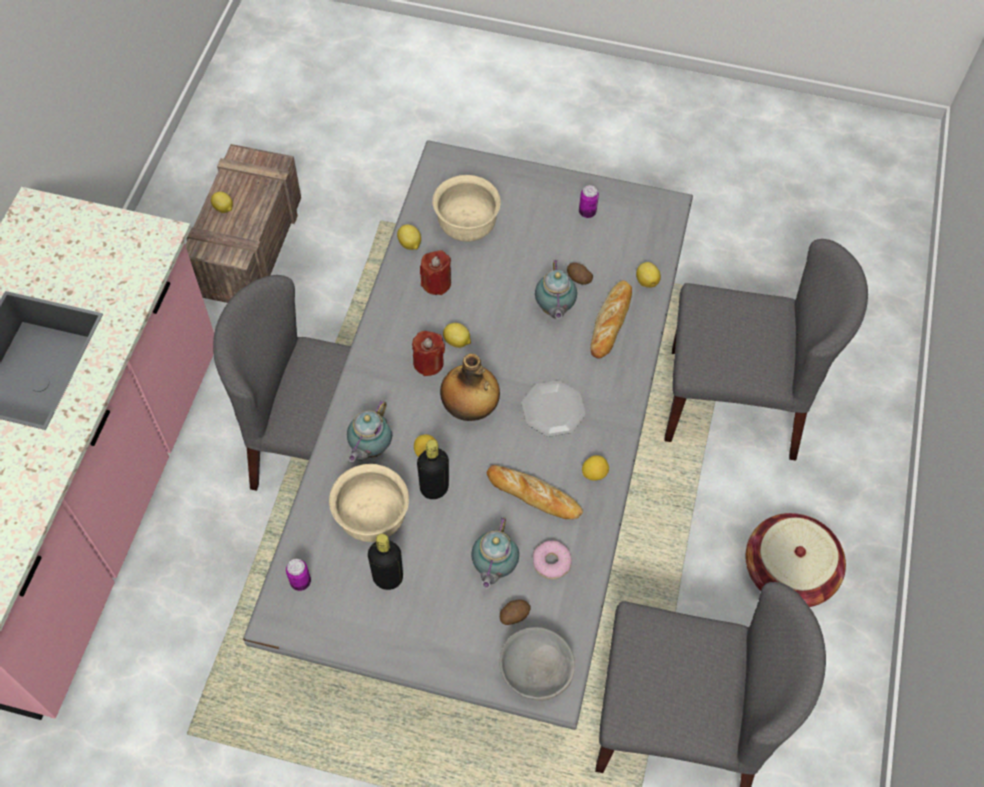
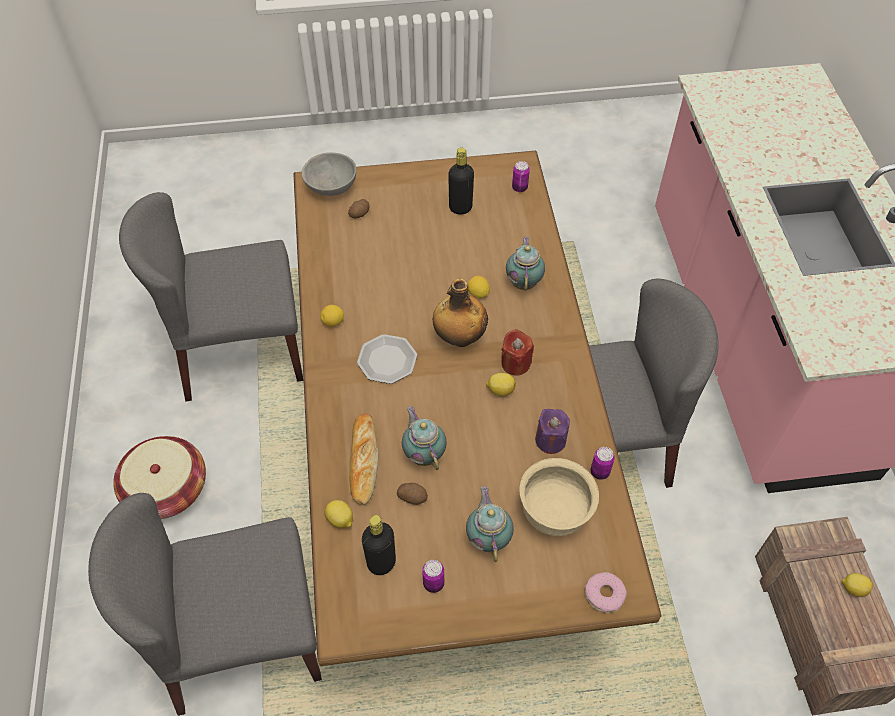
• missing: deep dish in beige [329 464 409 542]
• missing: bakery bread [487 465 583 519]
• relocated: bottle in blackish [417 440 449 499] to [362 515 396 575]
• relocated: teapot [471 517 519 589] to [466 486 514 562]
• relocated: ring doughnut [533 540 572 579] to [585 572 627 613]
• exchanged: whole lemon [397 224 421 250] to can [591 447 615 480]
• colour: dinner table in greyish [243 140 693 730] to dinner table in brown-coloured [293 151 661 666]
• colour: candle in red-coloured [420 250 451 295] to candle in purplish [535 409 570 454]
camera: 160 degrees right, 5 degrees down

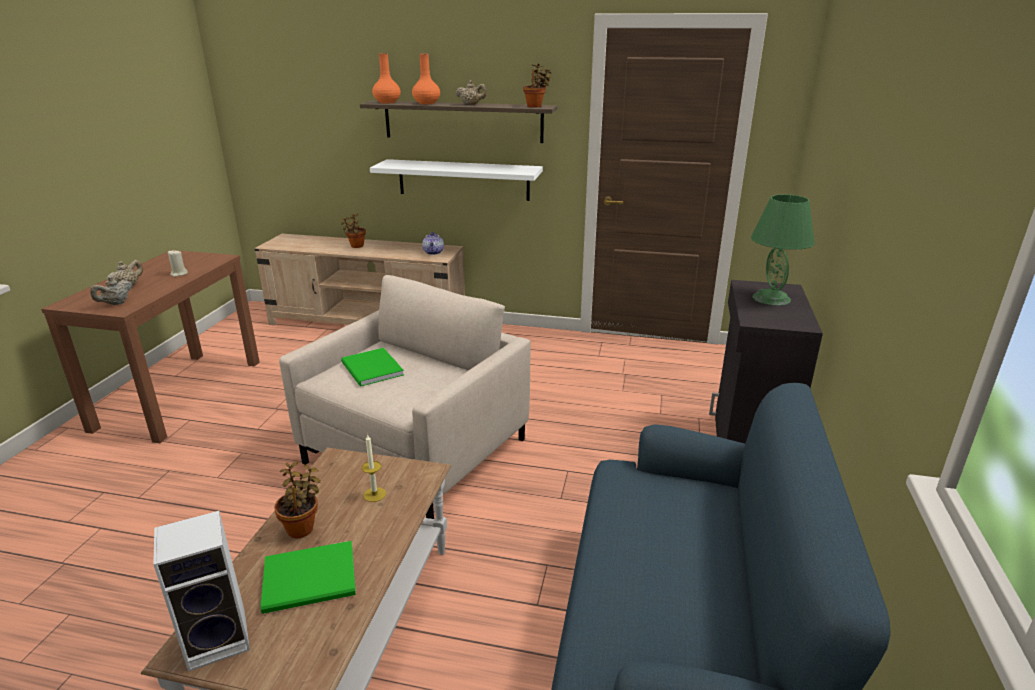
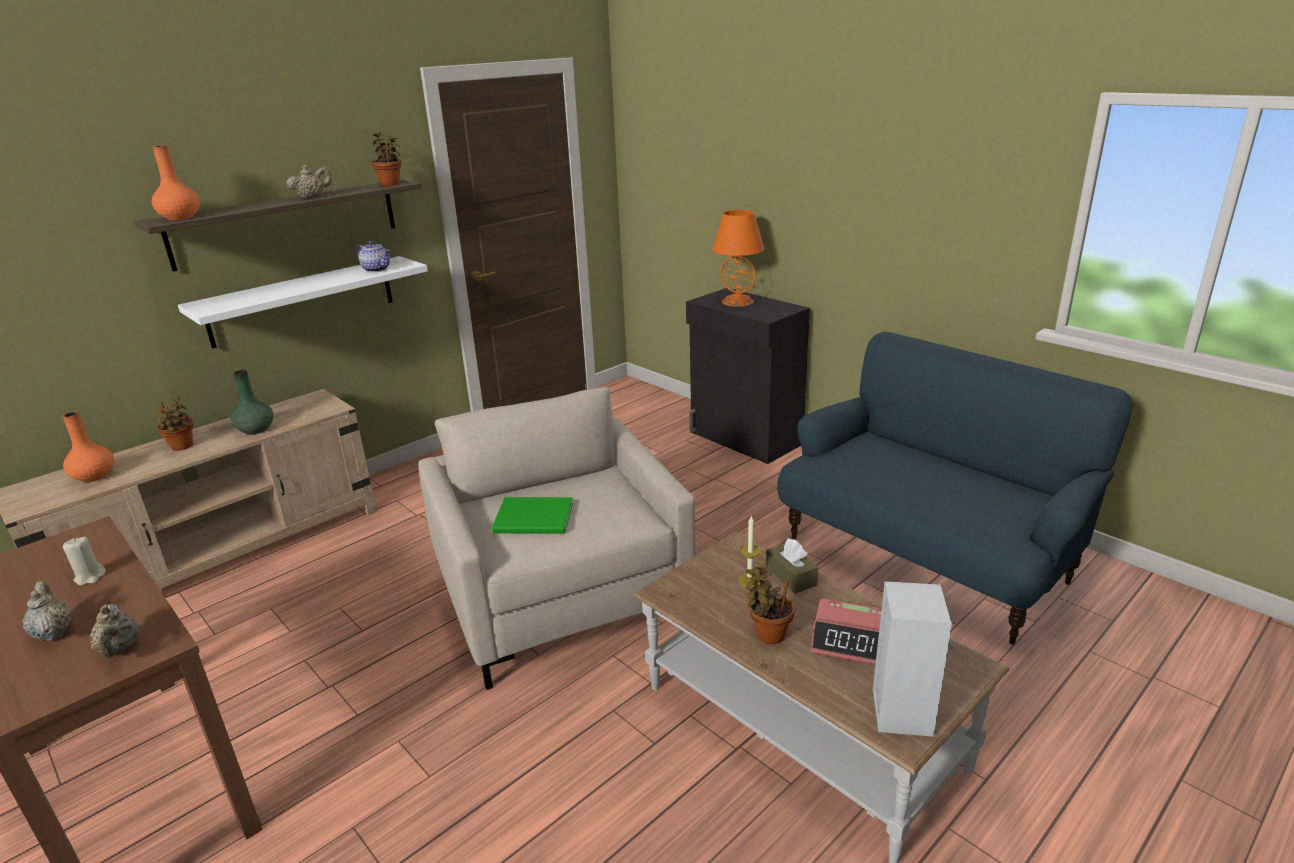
• appeared: flower vase in green [231 370 274 435]
• appeared: tissue box in brown-coloured [766 538 818 594]
• relocated: flower vase in orange-coloured [412 54 440 104] to [62 412 115 482]
• relocated: teapot [422 232 444 255] to [356 241 390 272]
• exchanged: book in green [261 541 356 614] to table clock [811 599 882 665]
• colour: tabletop lamp in green [751 194 815 306] to tabletop lamp in orange-coloured [712 210 764 307]
camera: 55 degrees left, 0 degrees up

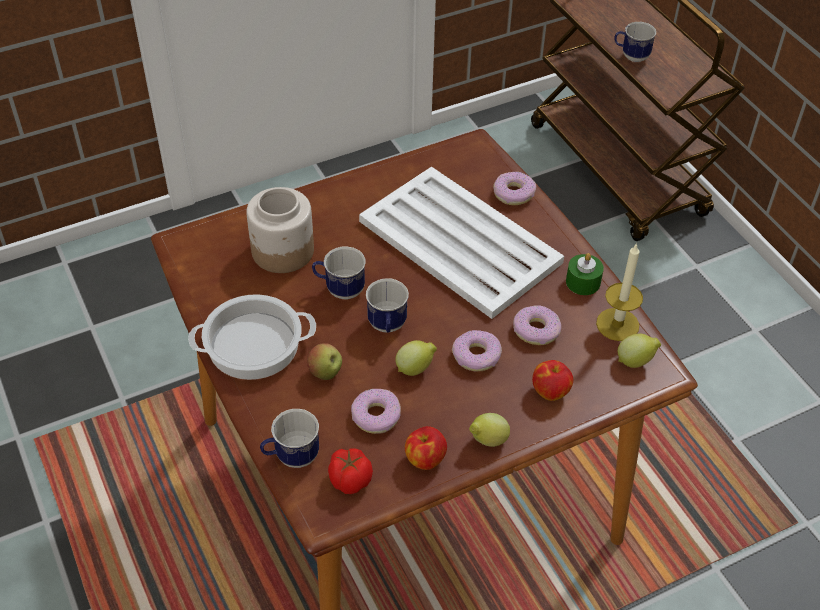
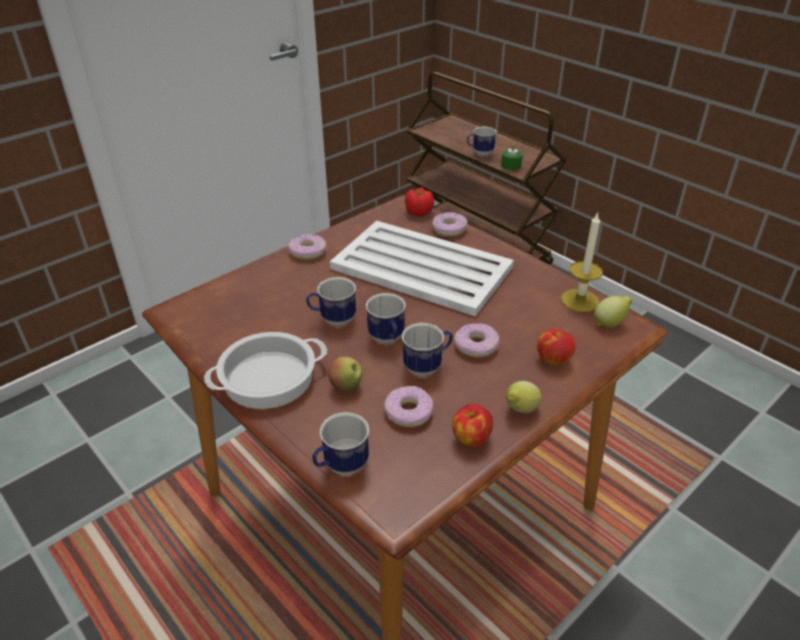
• missing: preserve jar [246 187 314 273]
• relocated: fresh tomato [328 449 373 494] to [405 187 434 216]
• relocated: ring doughnut [513 306 561 345] to [288 234 326 260]
• relocated: candle in green [566 253 604 295] to [501 143 523 170]
• exchanged: whole lemon [395 340 437 376] to mug [402 323 453 376]
camera: 15 degrees left, 10 degrees down

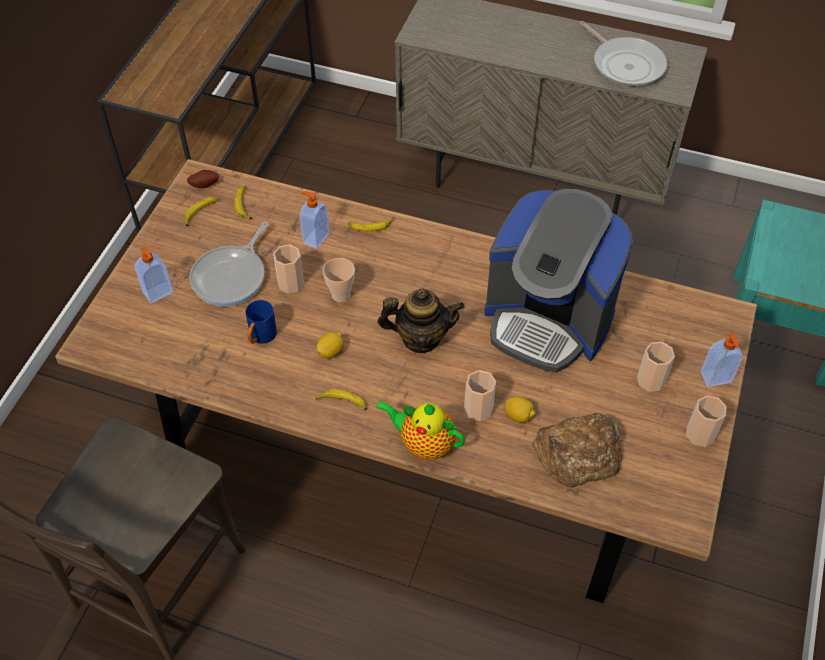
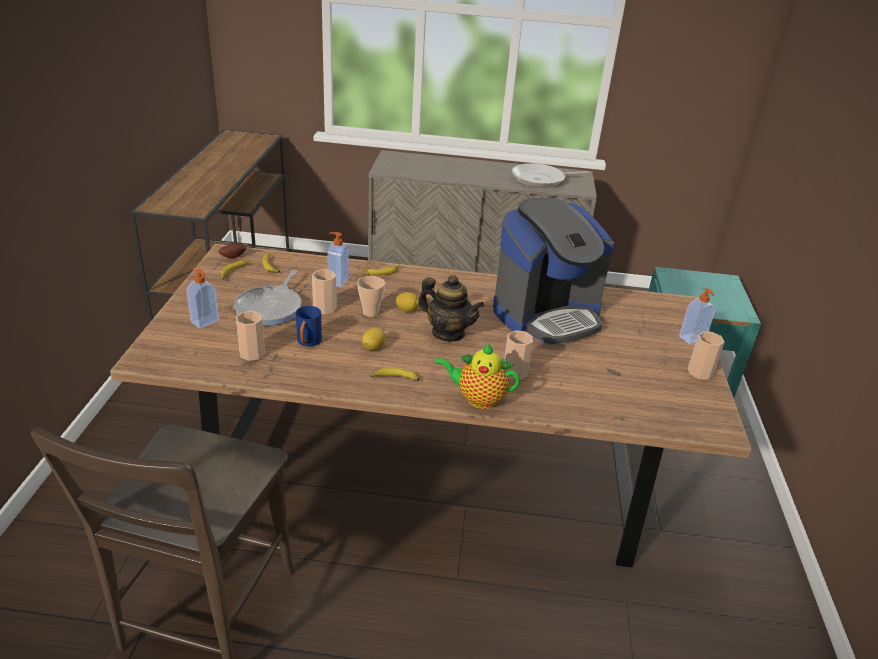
• missing: bakery bread [532 413 622 487]
• relocated: whole lemon [504 397 536 423] to [396 292 419 312]
• relocated: drinking cup [637 342 675 392] to [236 311 265 361]
• spun: teapot [378 289 465 353] = [418 275 484 341] 45 degrees clockwise
• spun: coffee maker [484 189 633 373] = [493 198 614 344] 45 degrees counterclockwise
• spun: pan [579 21 668 86] = [512 163 590 188] 120 degrees clockwise
camera: 15 degrees left, 20 degrees down

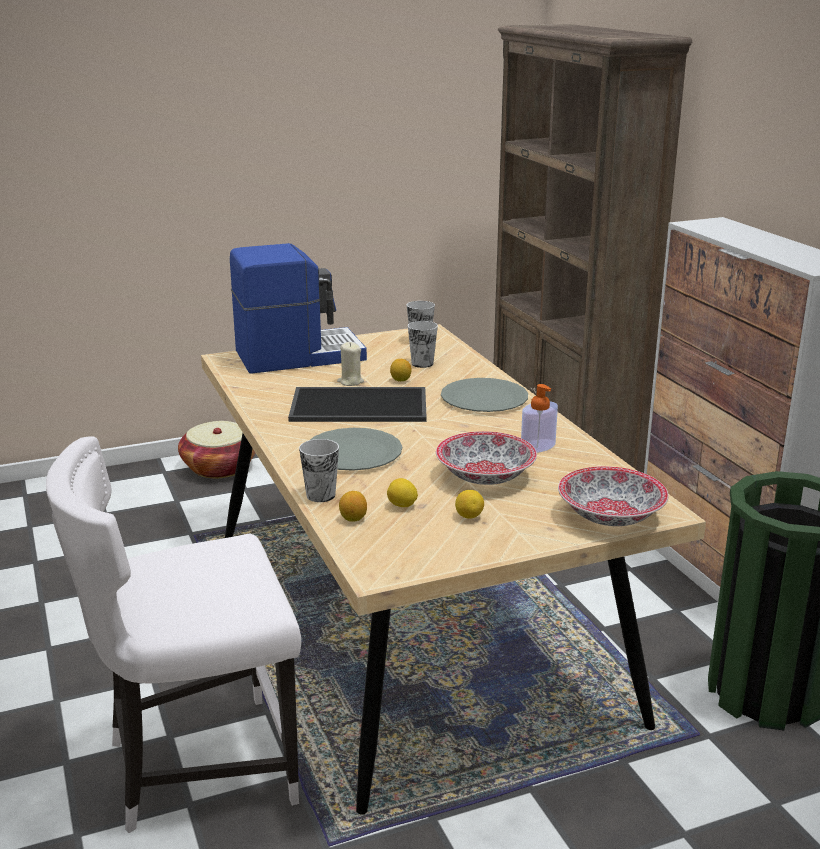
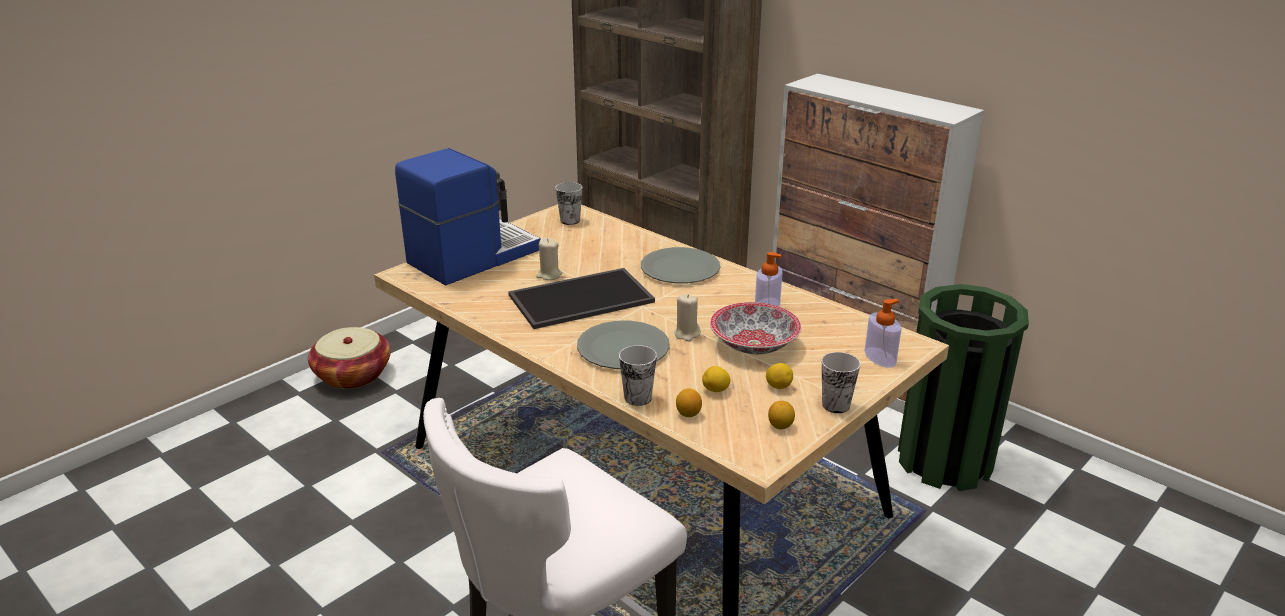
• appeared: candle in beige [674 294 700 341]
• relocated: whole lemon [390 359 412 381] to [768 401 795 430]
• relocated: drinking cup [408 321 438 368] to [822 352 861 413]
• exchanged: deep dish [558 466 668 526] to soap bottle [865 299 902 368]
camera: 25 degrees left, 5 degrees up

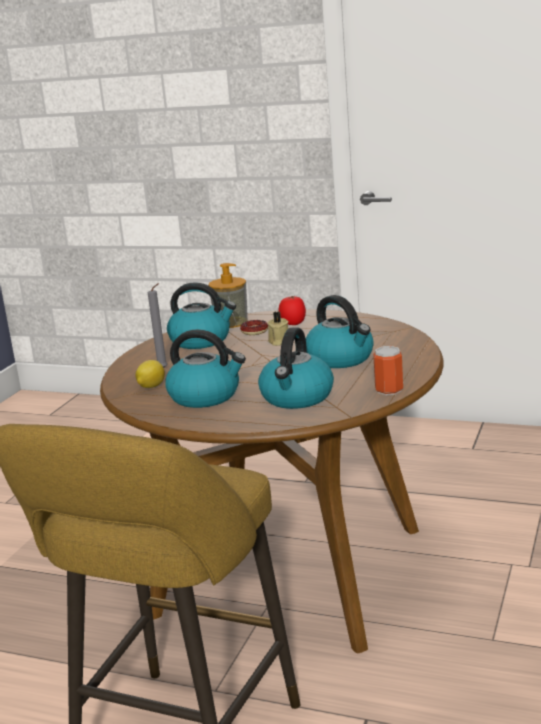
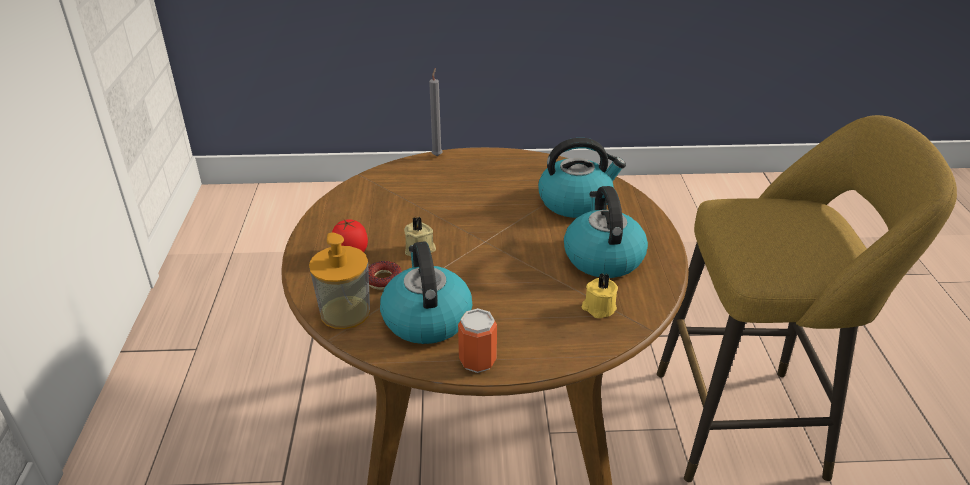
• missing: tea kettle [306 295 374 368]
• relocated: candle in greyish [148 283 167 368] to [429 68 442 156]
• relocated: can [373 346 403 395] to [458 308 497 373]
• exchanged: whole lemon [135 360 165 388] to candle in yellow [582 273 618 318]
camera: 115 degrees left, 15 degrees up

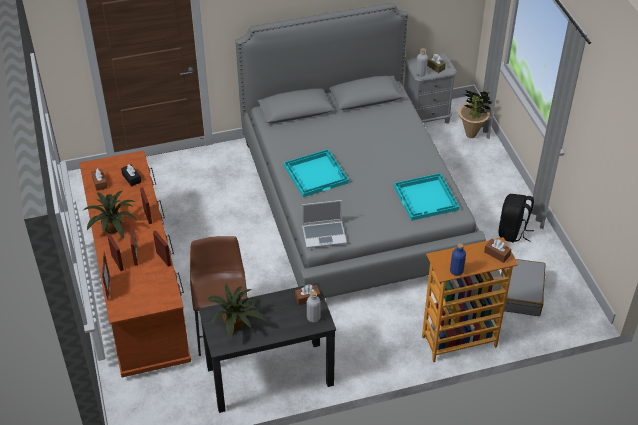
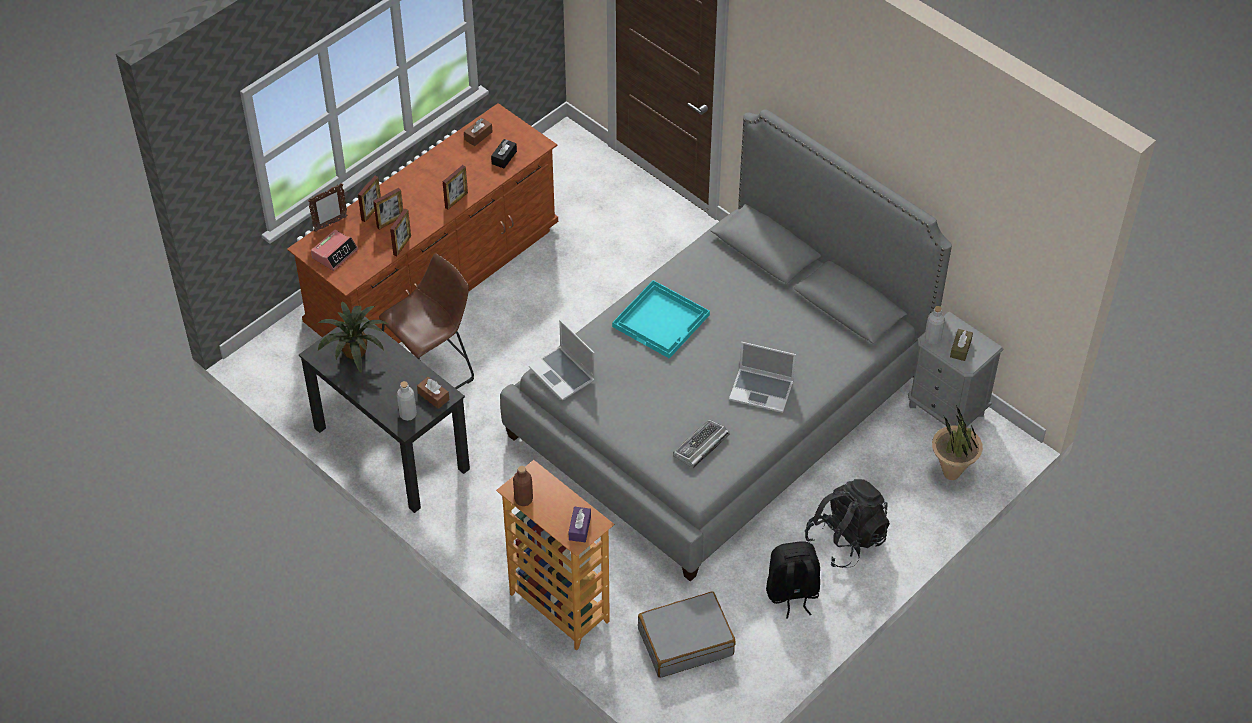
• missing: plant in a pot [82 191 137 239]
• appeared: table clock [311 230 358 271]
• appeared: portable computer [729 342 796 413]
• appeared: backpack in blackish [805 479 890 568]
• exchanged: carrying tray in turquoise [394 173 459 221] to keyboard [673 419 729 468]
• colour: bottle in blue [450 243 466 276] to bottle in brown-coloured [513 466 533 506]
• colour: tissue box in brown-coloured [484 239 511 263] to tissue box in purplish [569 507 591 542]
camera: 60 degrees right, 5 degrees up

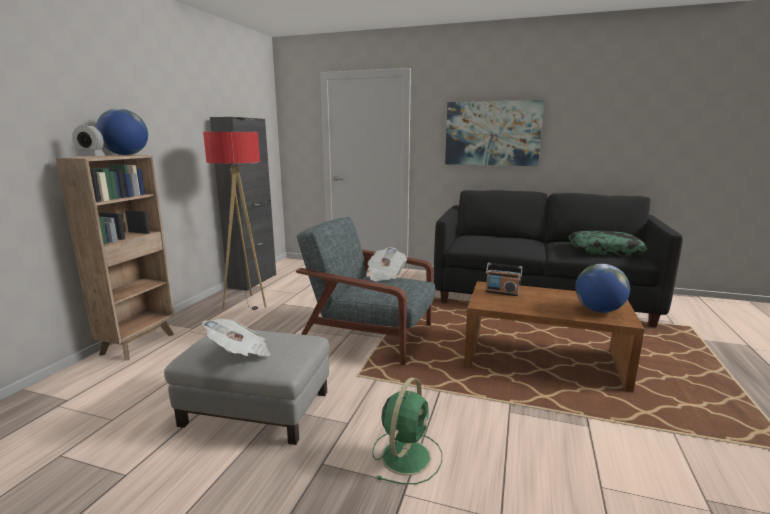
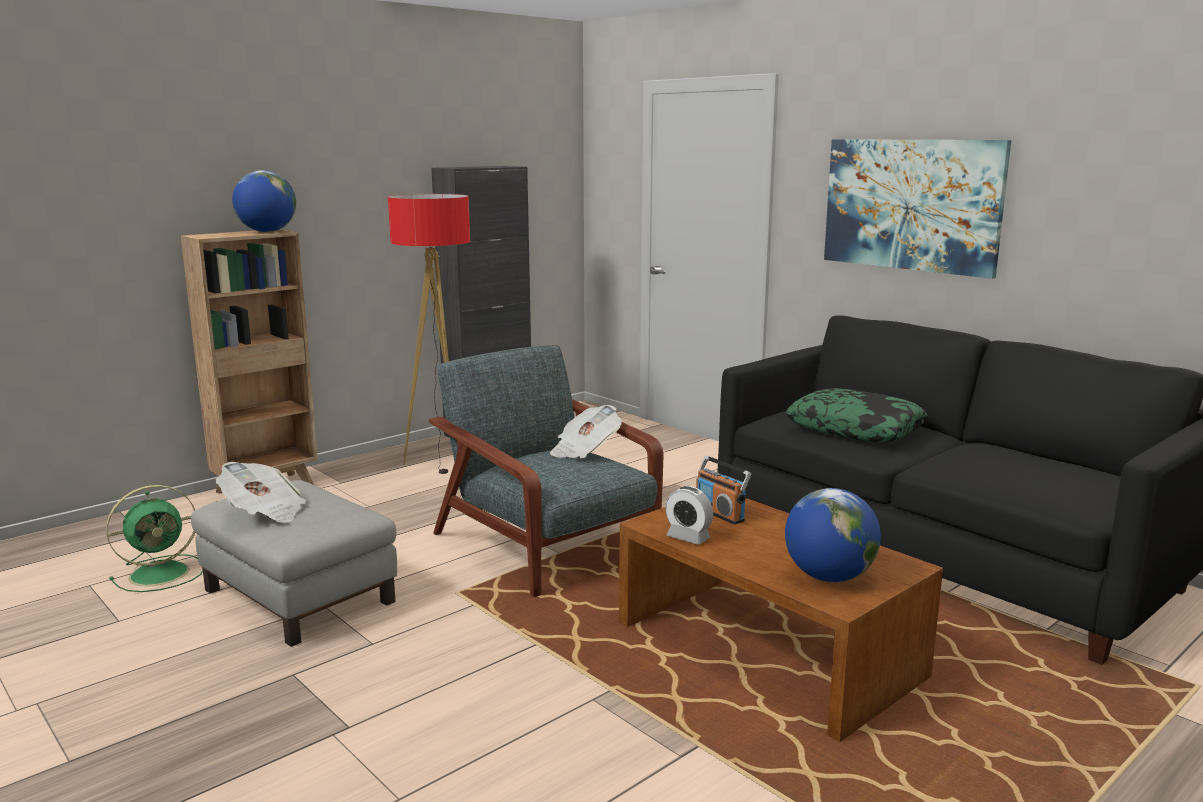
• relocated: table clock [72 125 105 156] to [665 486 713 545]
• relocated: electric fan in green [372 377 442 484] to [106 485 203 592]
• relocated: cushion [568 231 647 255] to [785 388 928 443]
camera: 30 degrees right, 0 degrees up

